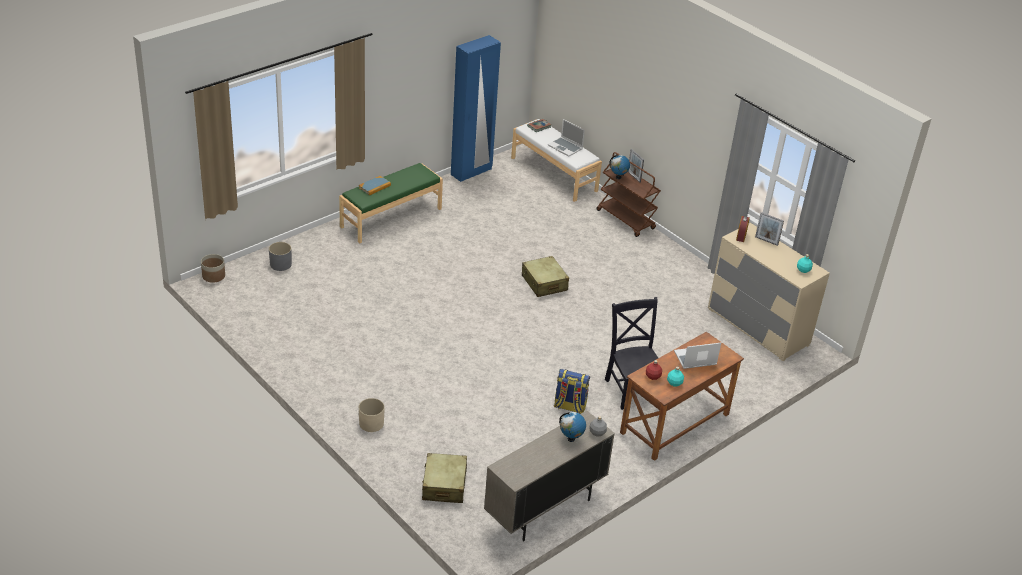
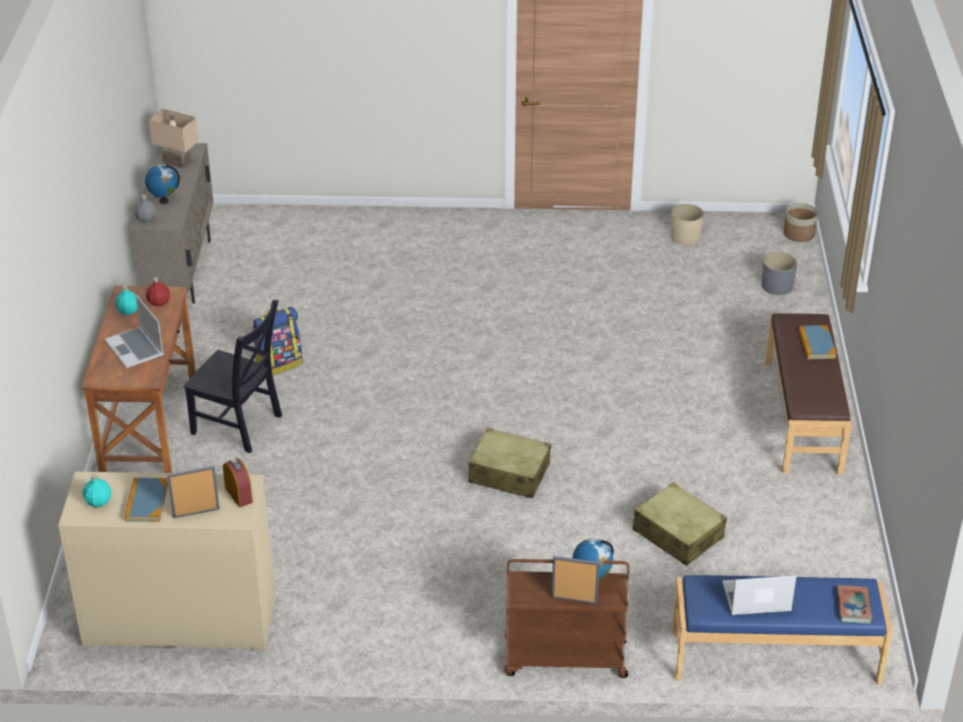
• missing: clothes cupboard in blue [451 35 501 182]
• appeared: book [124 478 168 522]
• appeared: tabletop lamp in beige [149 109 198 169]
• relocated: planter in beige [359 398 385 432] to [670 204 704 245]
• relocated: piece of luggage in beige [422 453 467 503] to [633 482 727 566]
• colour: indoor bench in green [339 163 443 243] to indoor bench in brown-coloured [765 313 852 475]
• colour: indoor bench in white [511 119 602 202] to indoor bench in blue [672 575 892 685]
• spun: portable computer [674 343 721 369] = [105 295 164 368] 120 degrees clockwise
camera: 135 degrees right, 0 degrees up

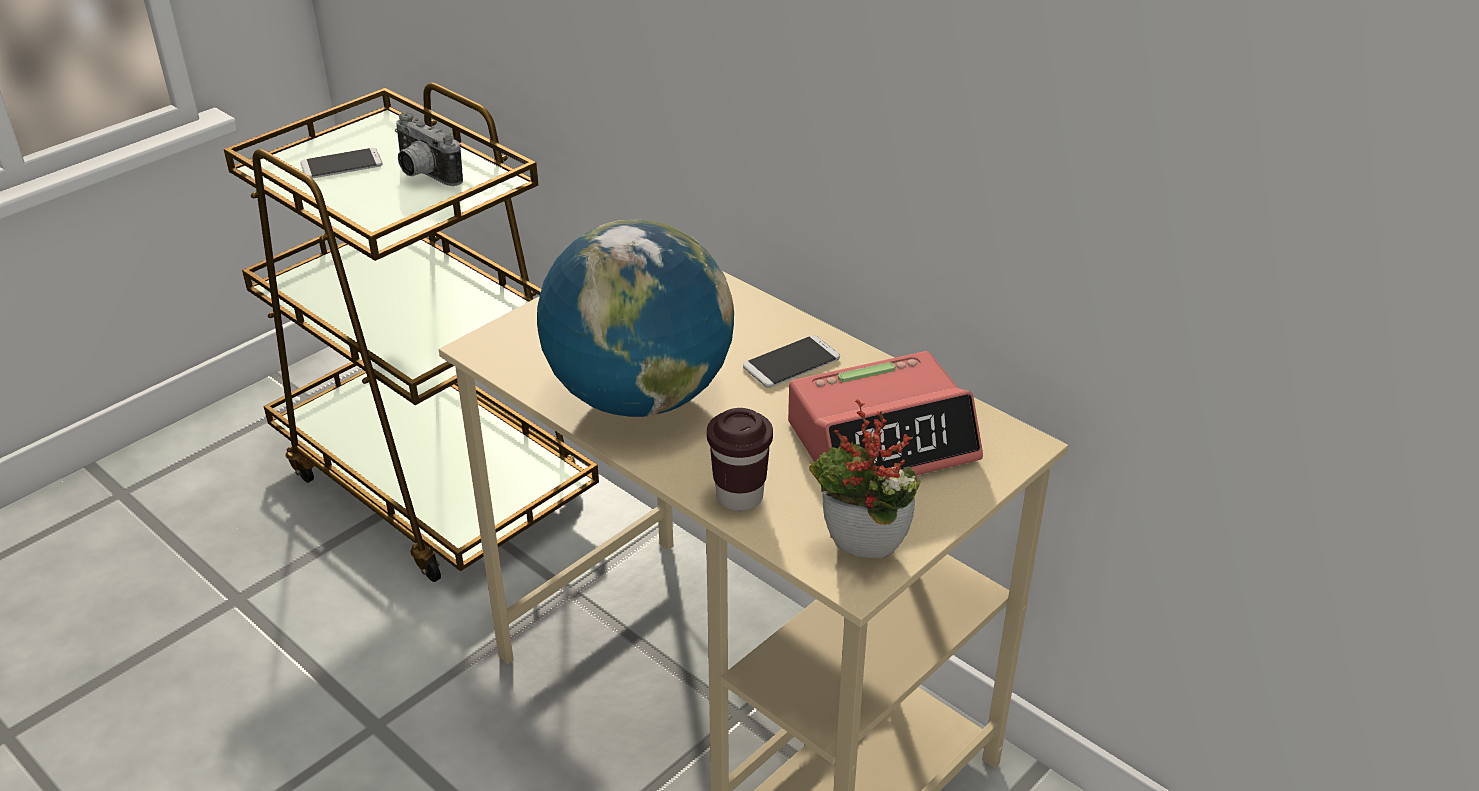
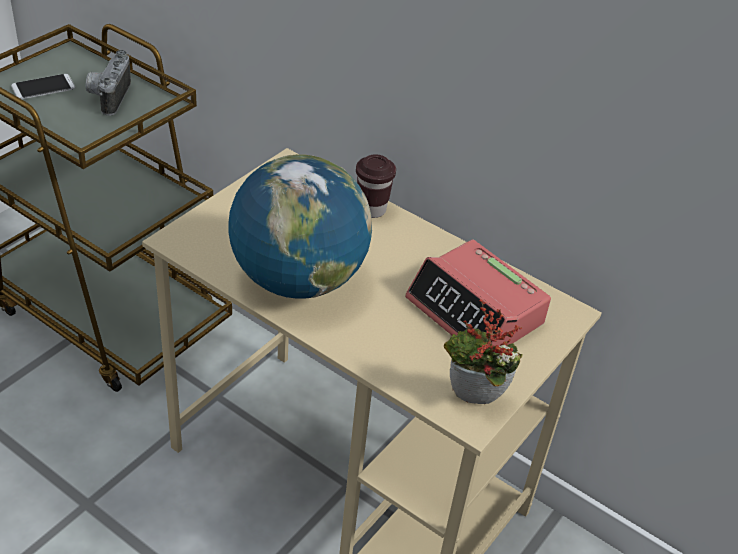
• missing: telephone [743 335 840 388]
• relocated: drinking cup in brown-coloured [707 408 773 511] to [356 154 396 218]
• spun: still camera [395 112 463 186] = [86 50 131 116] 60 degrees clockwise
• spun: table clock [788 351 983 475] = [405 240 551 346] 75 degrees clockwise
camera: 10 degrees left, 5 degrees up

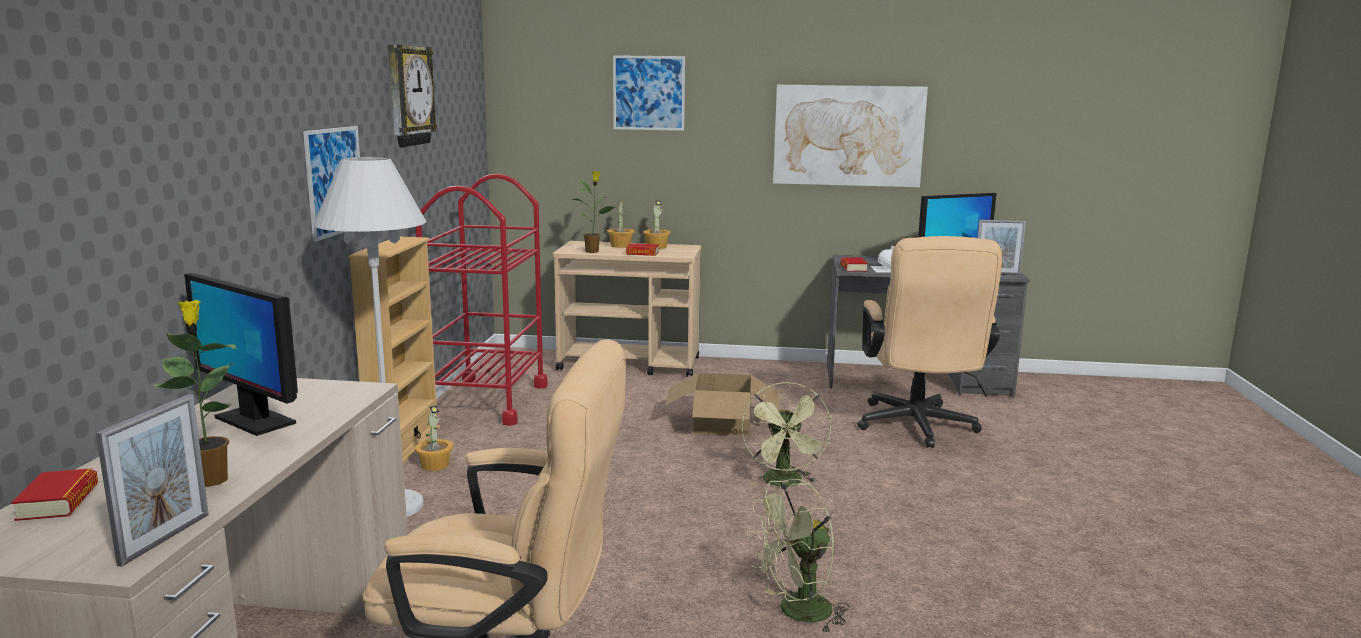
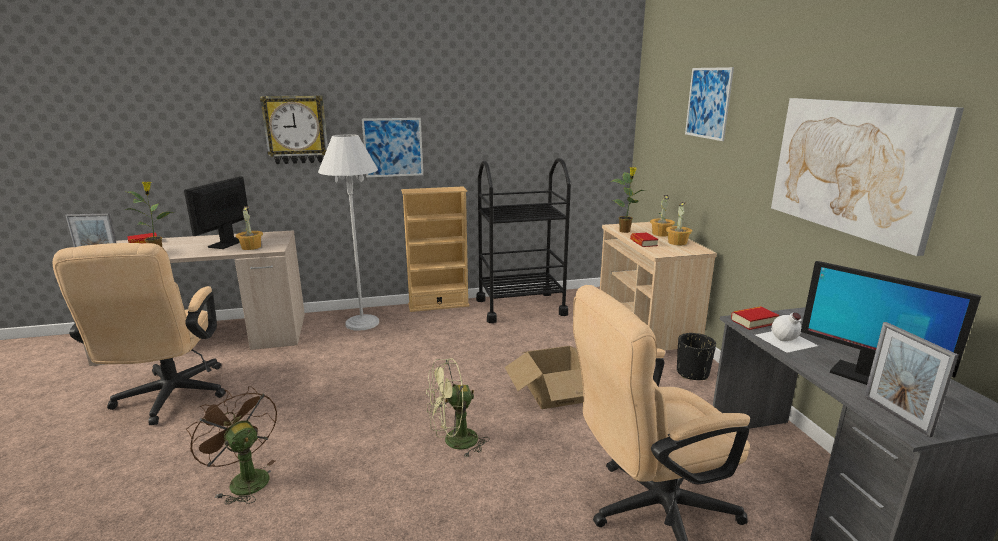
• appeared: planter in blackish [677 333 716 380]
• relocated: clock on the wall [388 44 437 147] to [260 96 328 164]
• relocated: plant in a pot [415 405 453 471] to [236 206 263 250]
• colour: cart in red-coloured [416 174 548 426] to cart in blackish [476 158 571 323]
• colour: electric fan in green [747 479 850 634] to electric fan in brown-coloured [186 386 277 504]
camera: 70 degrees right, 5 degrees up

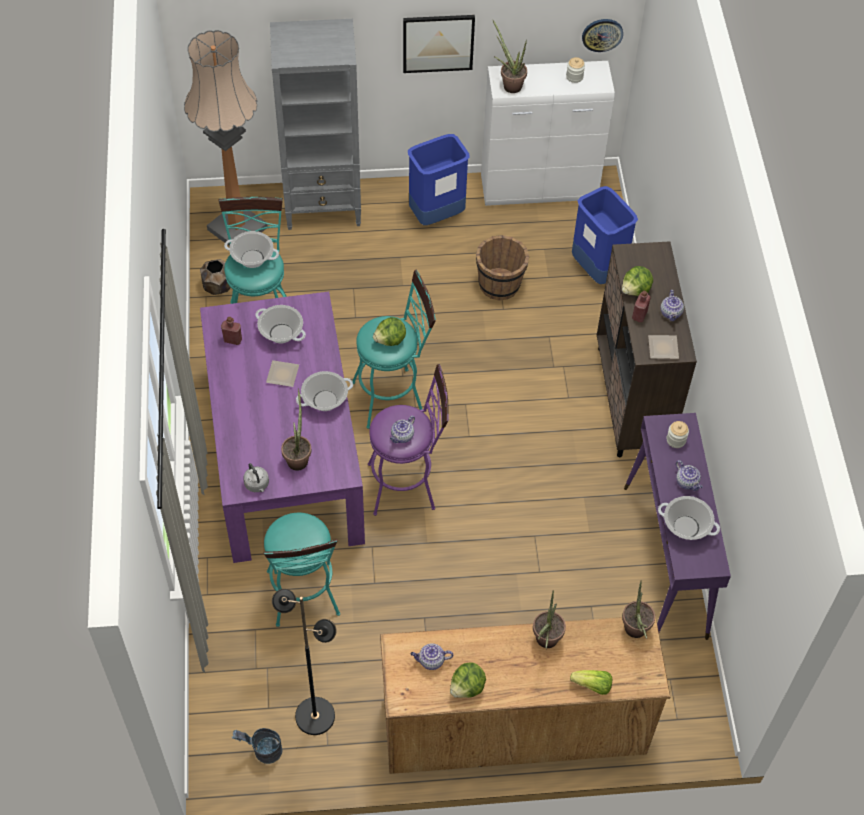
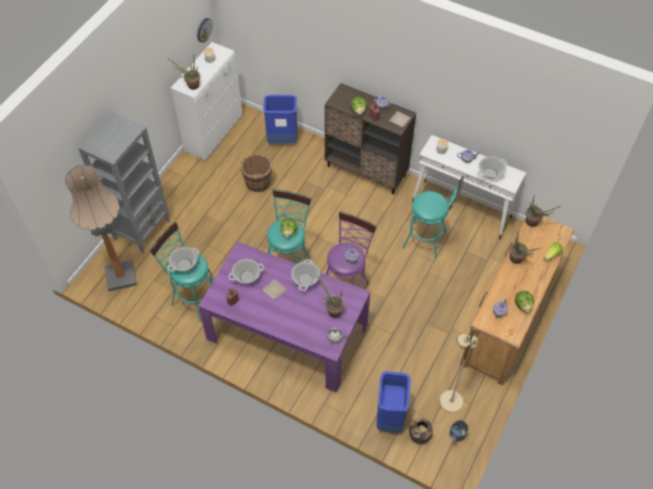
• missing: wall art [403 15 475 73]
• relocated: planter in brown-coloured [200 259 231 295] to [409 418 433 444]
• relocated: stool in turquoise [264 513 340 627] to [403 176 464 259]
• relocated: waste bin in blue [408 134 470 225] to [376 371 411 433]
• colour: standing lamp in blackish [272 589 337 735] to standing lamp in beige [440 328 478 413]
• colour: narrow table in purplish [624 413 731 640] to narrow table in white [412 135 526 240]
camera: 55 degrees left, 0 degrees up

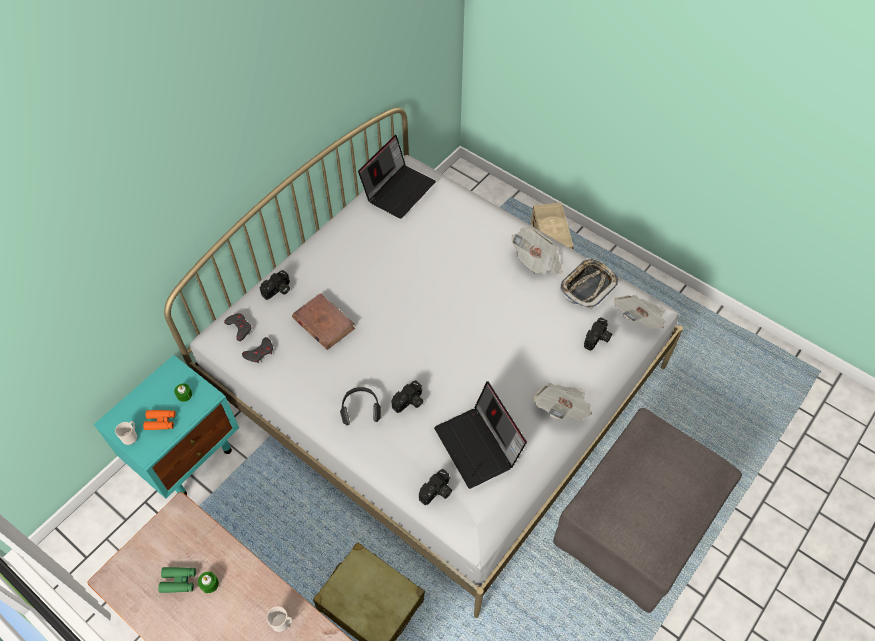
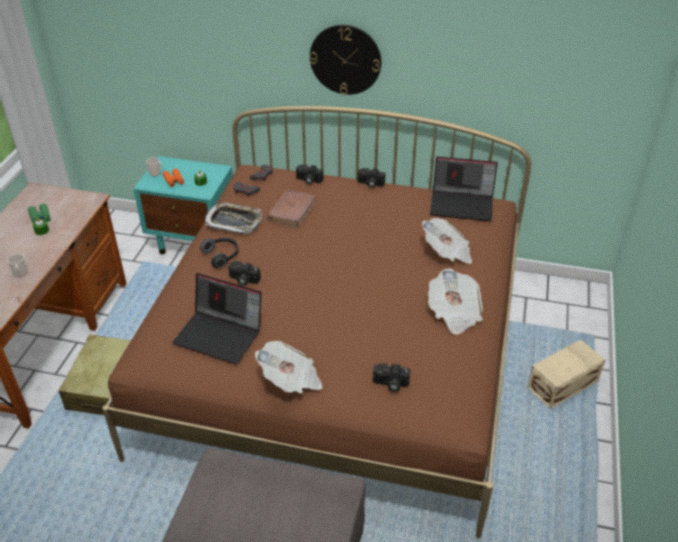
• appeared: clock on the wall [310 25 381 95]
• relocated: still camera [419 469 452 505] to [358 168 385 188]
• relocated: carrying tray [560 258 618 309] to [205 203 262 234]
• relocated: newspaper [614 295 666 329] to [422 218 472 264]
• colour: bedroom bed in white [164 108 683 618] to bedroom bed in brown-coloured [102 106 531 538]
• spun: portable computer [434 381 527 489] = [172 273 262 364] 105 degrees counterclockwise
camera: 65 degrees right, 15 degrees down

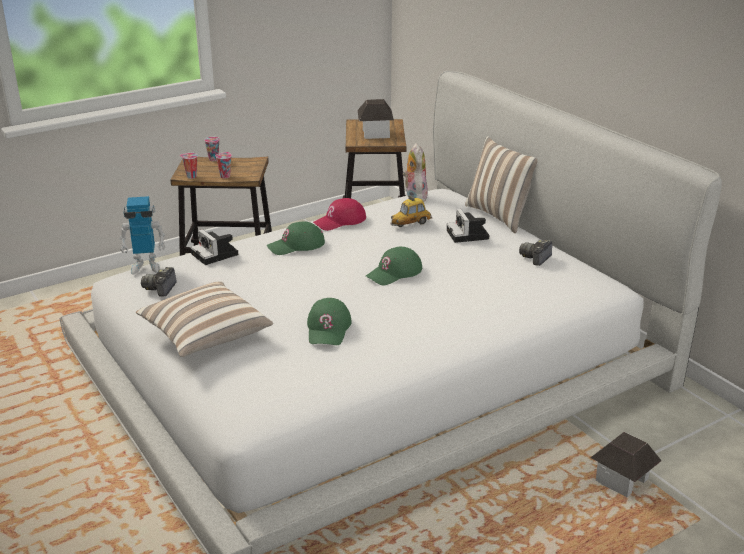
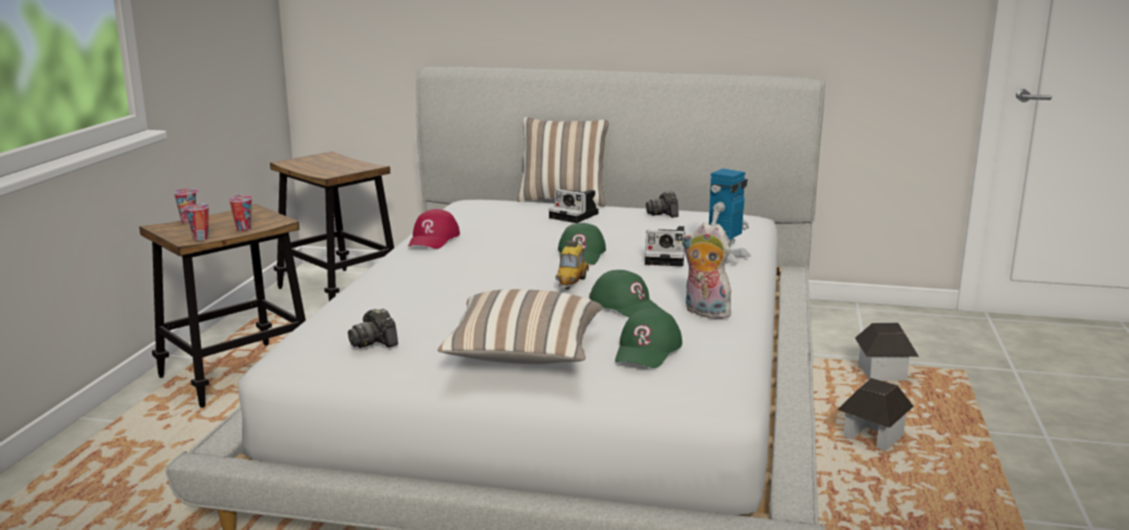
• relocated: toy robot [120 196 165 275] to [709 169 751 264]
• relocated: still camera [191 229 238 265] to [645 226 685 266]
• relocated: peaked cap in green [267 221 325 255] to [615 309 682 368]
• relocated: miniature house [358 99 394 139] to [837 378 914 451]
• relocated: model car [390 195 432 227] to [556 241 589 289]
• relocated: soft toy [403 143 428 202] to [682 222 731 319]
camera: 45 degrees left, 10 degrees down

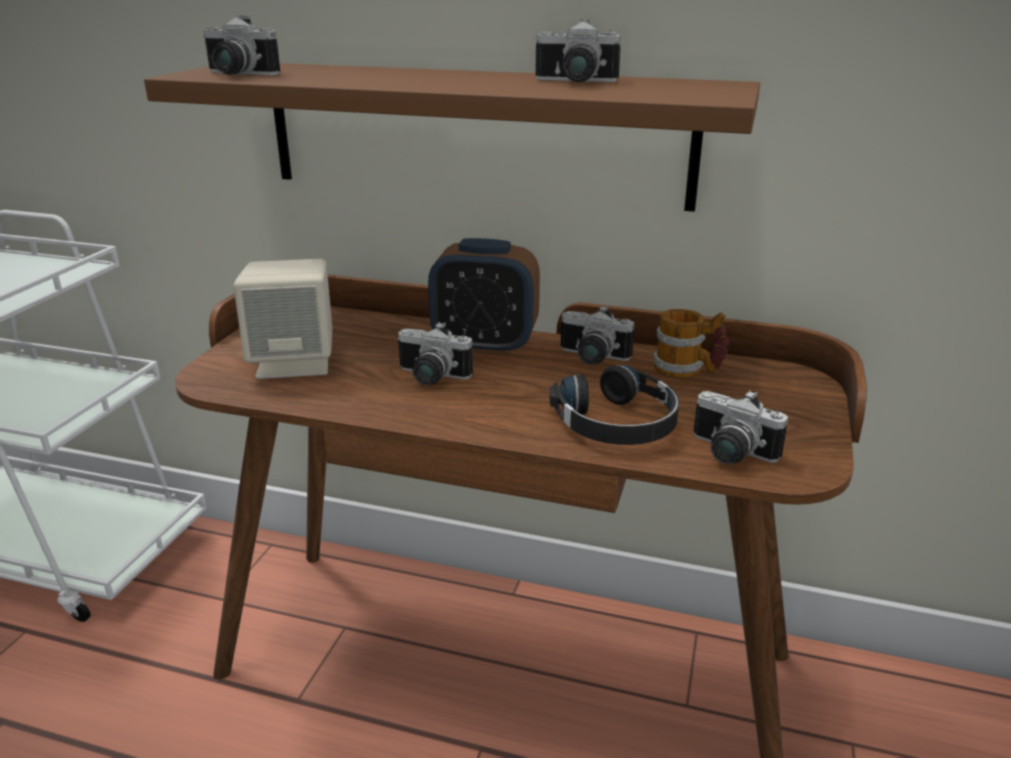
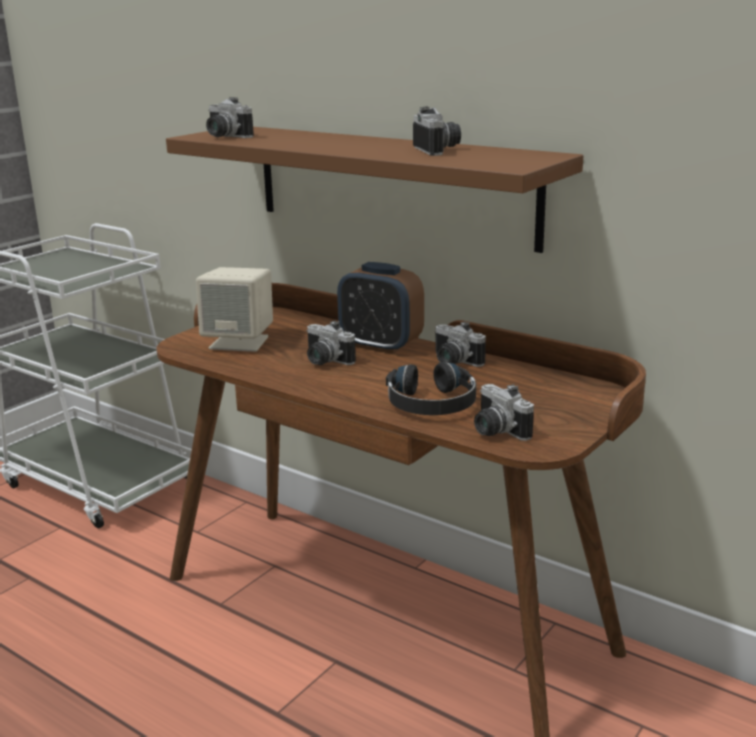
• missing: mug [653 309 729 378]
• spun: still camera [535 19 621 82] = [413 106 461 156] 135 degrees counterclockwise
camera: 20 degrees right, 5 degrees down

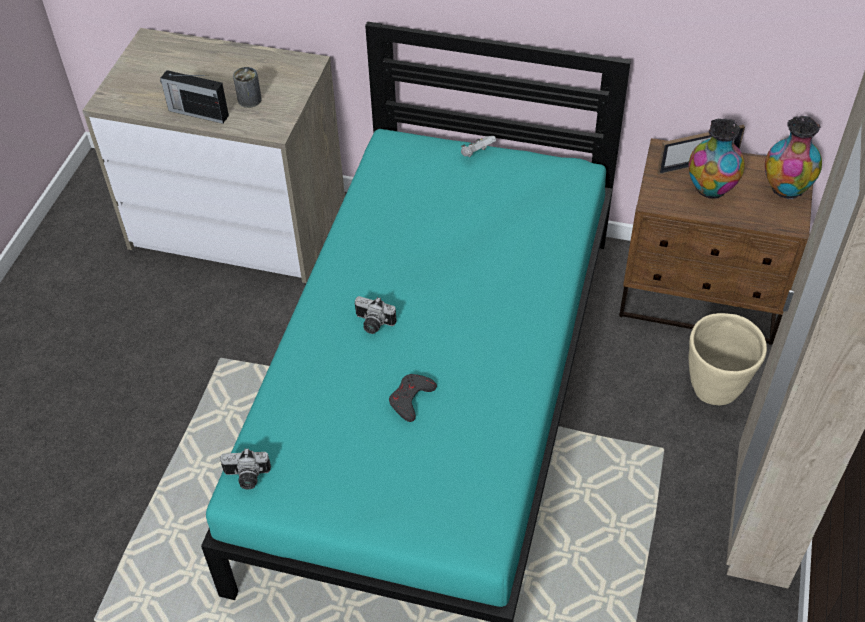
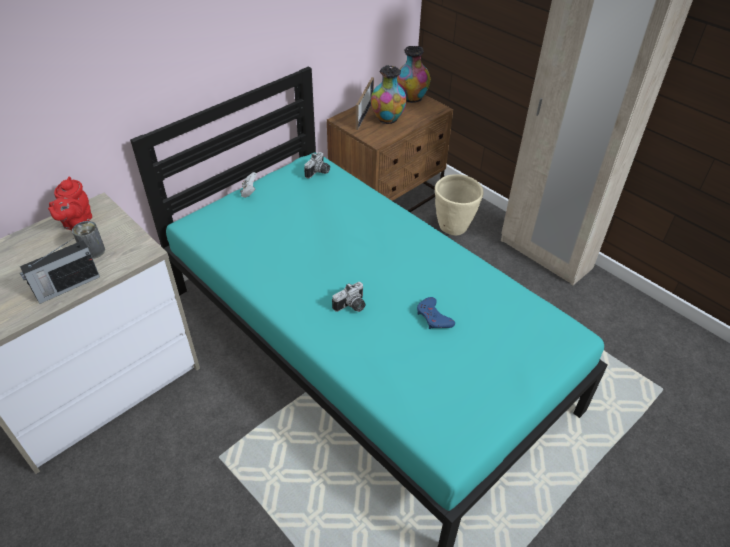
• appeared: teapot in red-coloured [48 177 92 230]
• relocated: still camera [220 448 271 489] to [304 152 330 179]
• colour: game controller in greyish [389 374 437 422] to game controller in blue [417 297 455 329]
camera: 60 degrees left, 5 degrees down

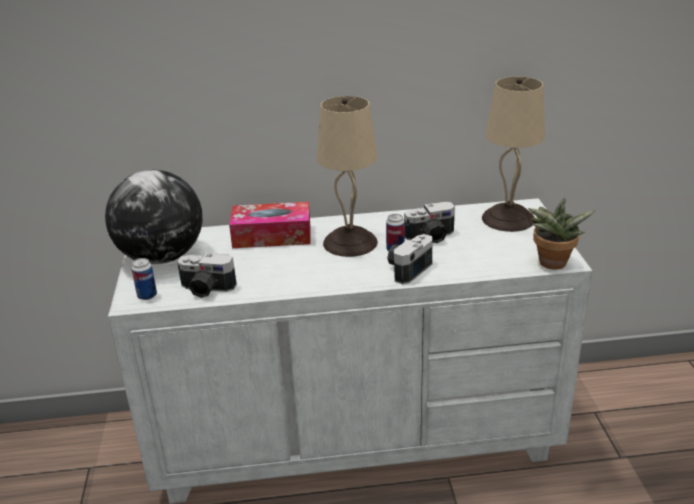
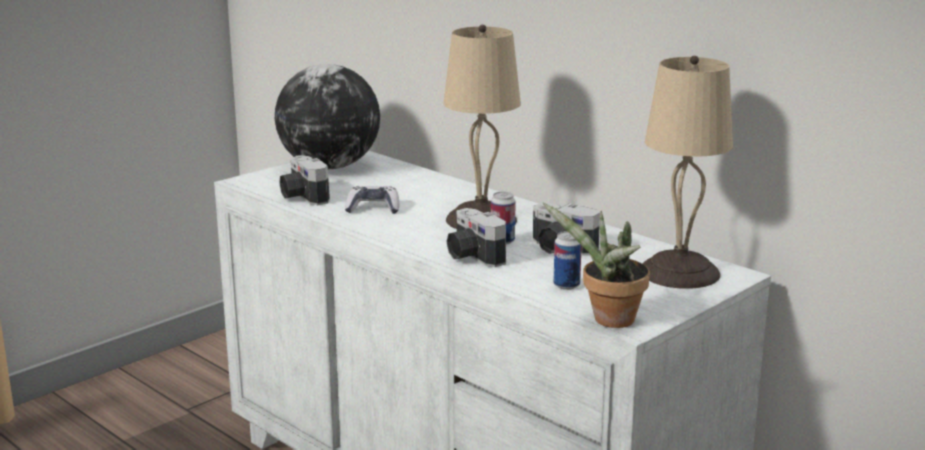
• missing: tissue box [229 202 311 248]
• appeared: game controller [345 186 399 214]
• relocated: can [131 258 157 300] to [553 231 582 290]
• spun: still camera [387 234 432 284] = [446 208 506 267] 120 degrees counterclockwise
camera: 50 degrees right, 10 degrees down

